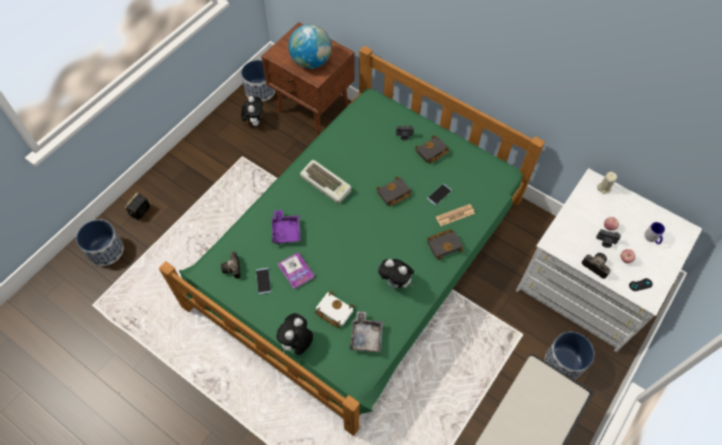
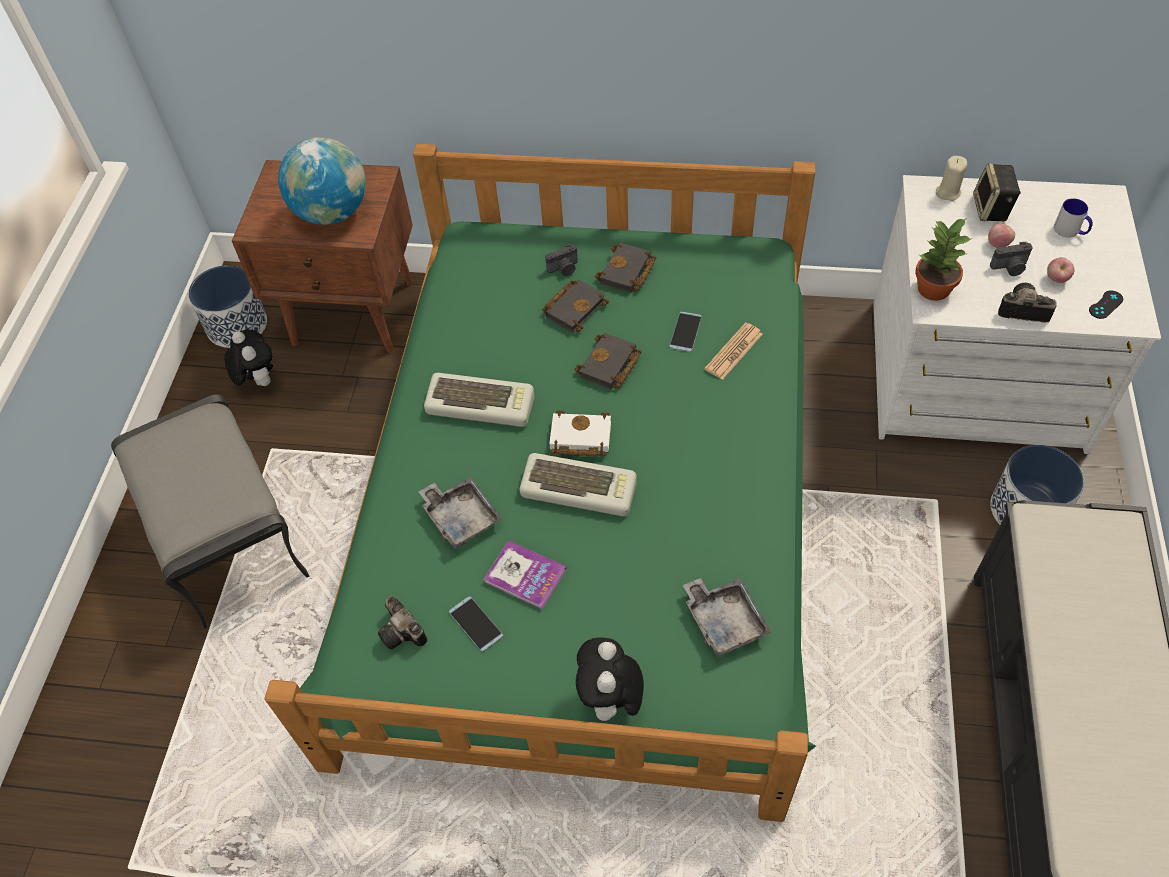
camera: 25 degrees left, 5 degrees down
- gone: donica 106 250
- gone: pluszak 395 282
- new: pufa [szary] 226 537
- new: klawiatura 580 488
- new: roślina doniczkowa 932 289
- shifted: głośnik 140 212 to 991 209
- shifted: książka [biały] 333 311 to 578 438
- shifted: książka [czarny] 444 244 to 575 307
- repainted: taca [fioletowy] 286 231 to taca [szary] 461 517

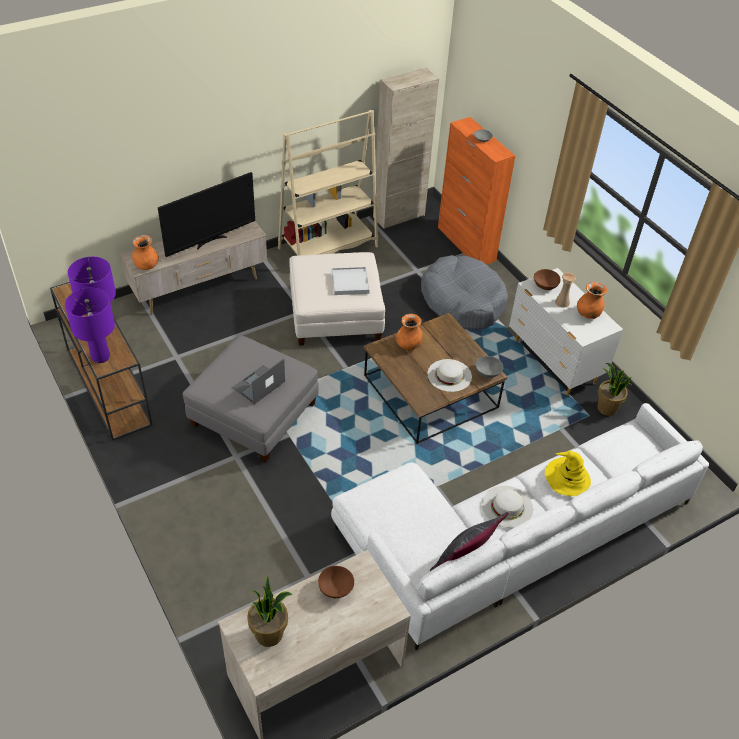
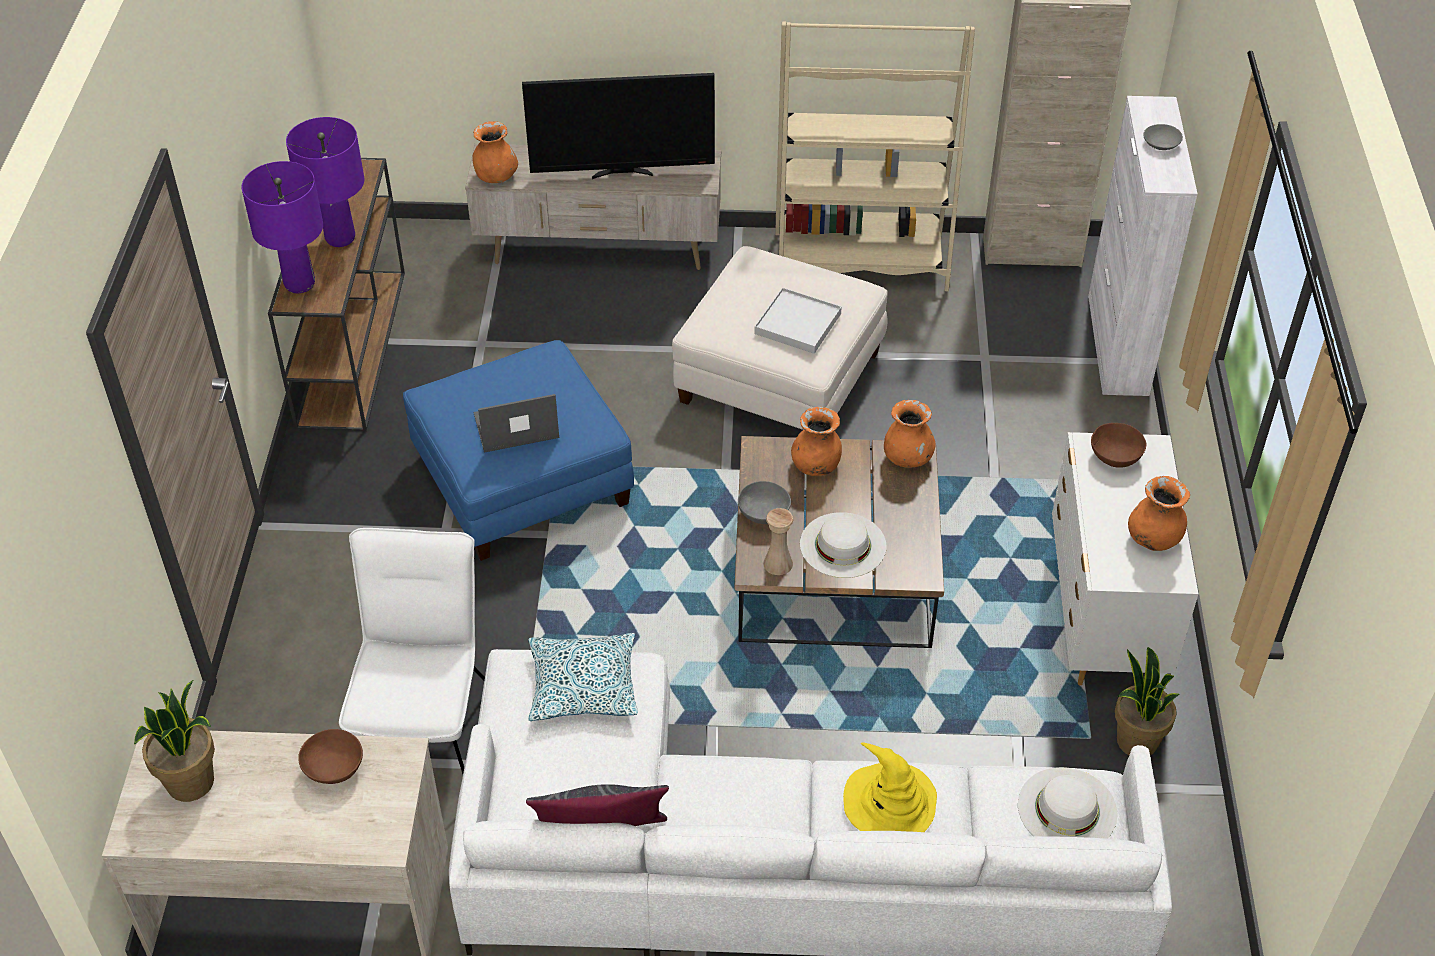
camera: 35 degrees right, 0 degrees up
- gone: legowisko [szary] 462 301
- new: krzesło [biały] 426 728
- new: poduszka 583 686
- new: wazon [pomarańczowy] 907 458
- shifted: miska [szary] 487 373 to 763 514
- shifted: kapelusz [biały] 507 506 to 1067 809
- shifted: wazon [beżowy] 562 302 to 778 563
- repainted: pufa [szary] 254 414 to pufa [niebieski] 522 480
- repainted: szafka [pomarańczowy] 466 244 to szafka [biały] 1117 345

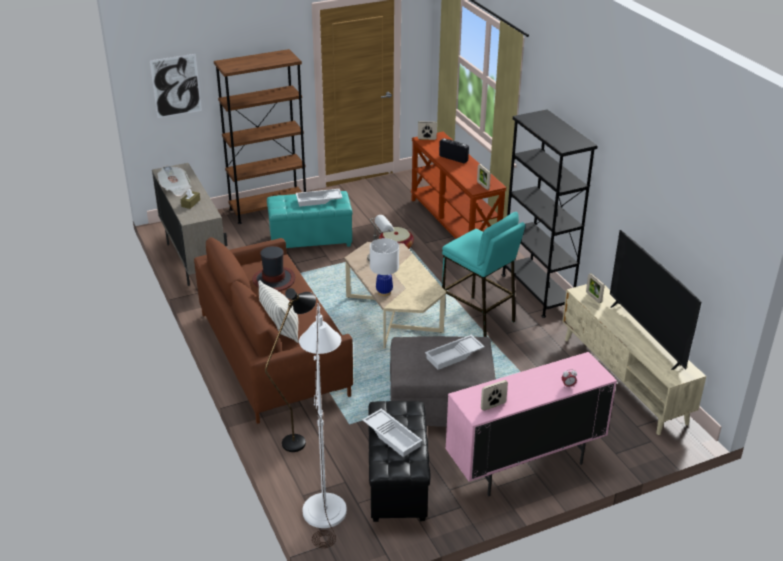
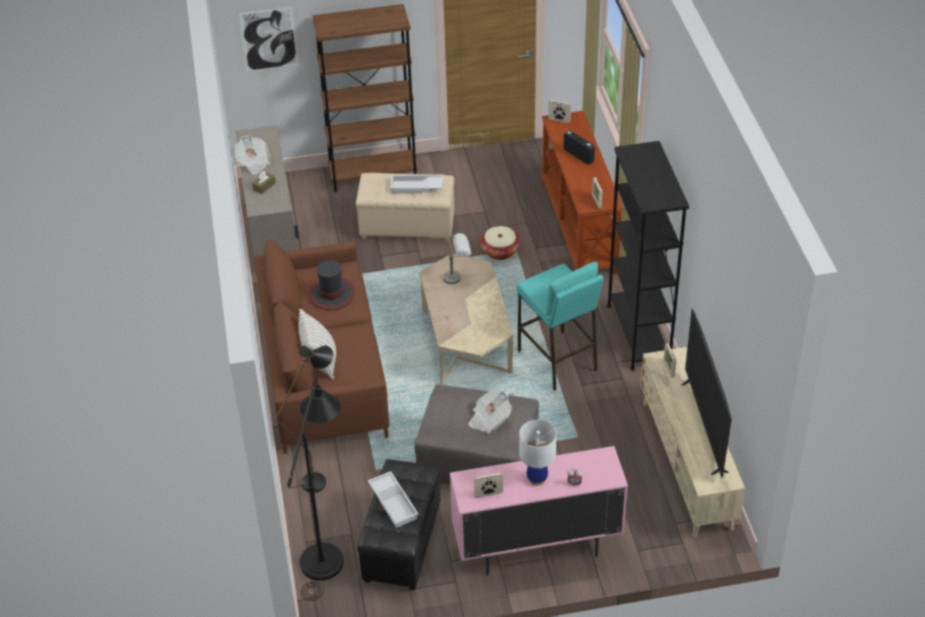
camera: 15 degrees right, 10 degrees up
- shifted: lampa stołowa [biały] 384 292 to 537 478
- swapped: taca [biały] 454 356 to gazeta 489 419
- repainted: pufa [turkusowy] 310 240 to pufa [beżowy] 407 226
- repainted: lampa stojąca [biały] 325 501 to lampa stojąca [czarny] 325 552

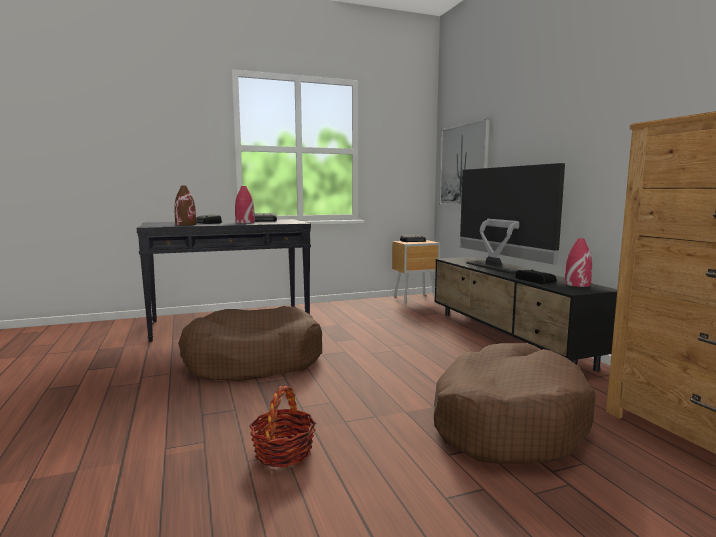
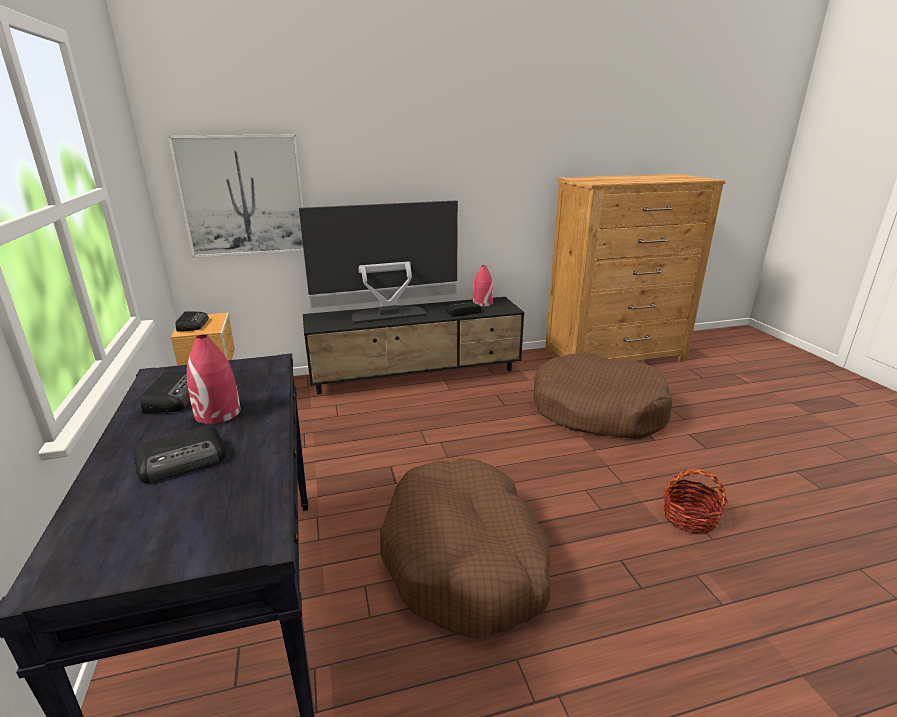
camera: 85 degrees left, 15 degrees up
- gone: wazon [brązowy] 186 224

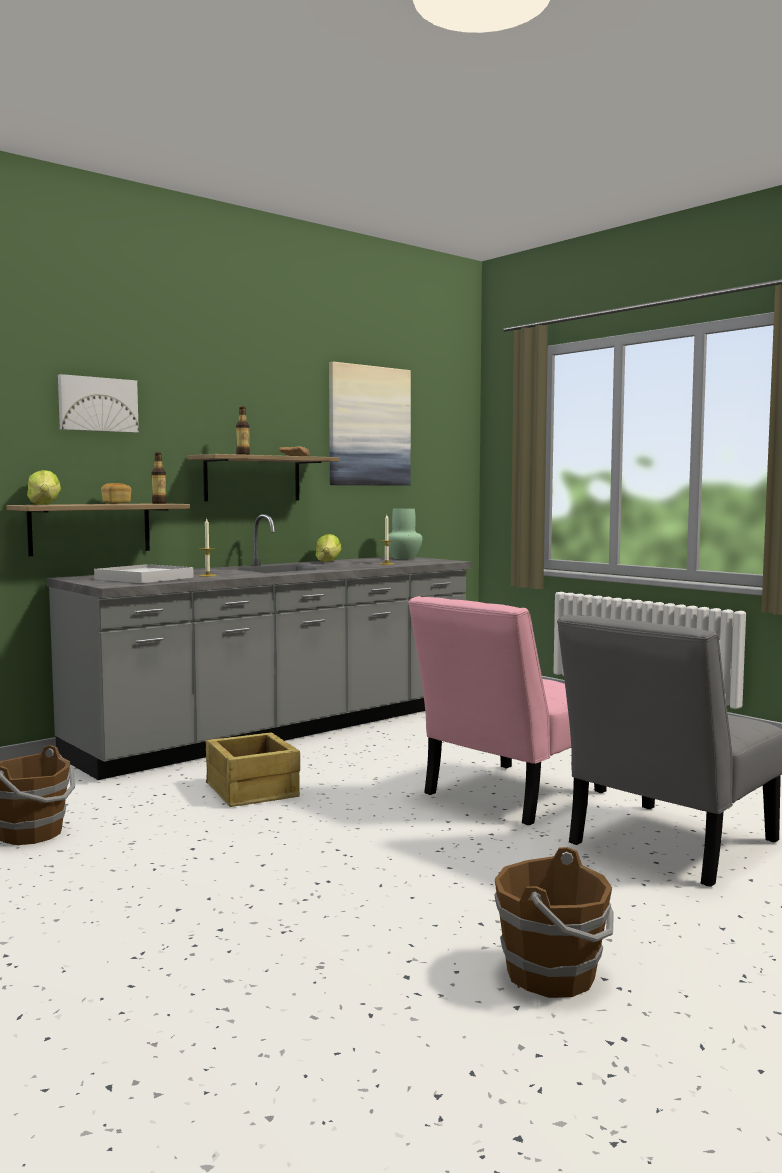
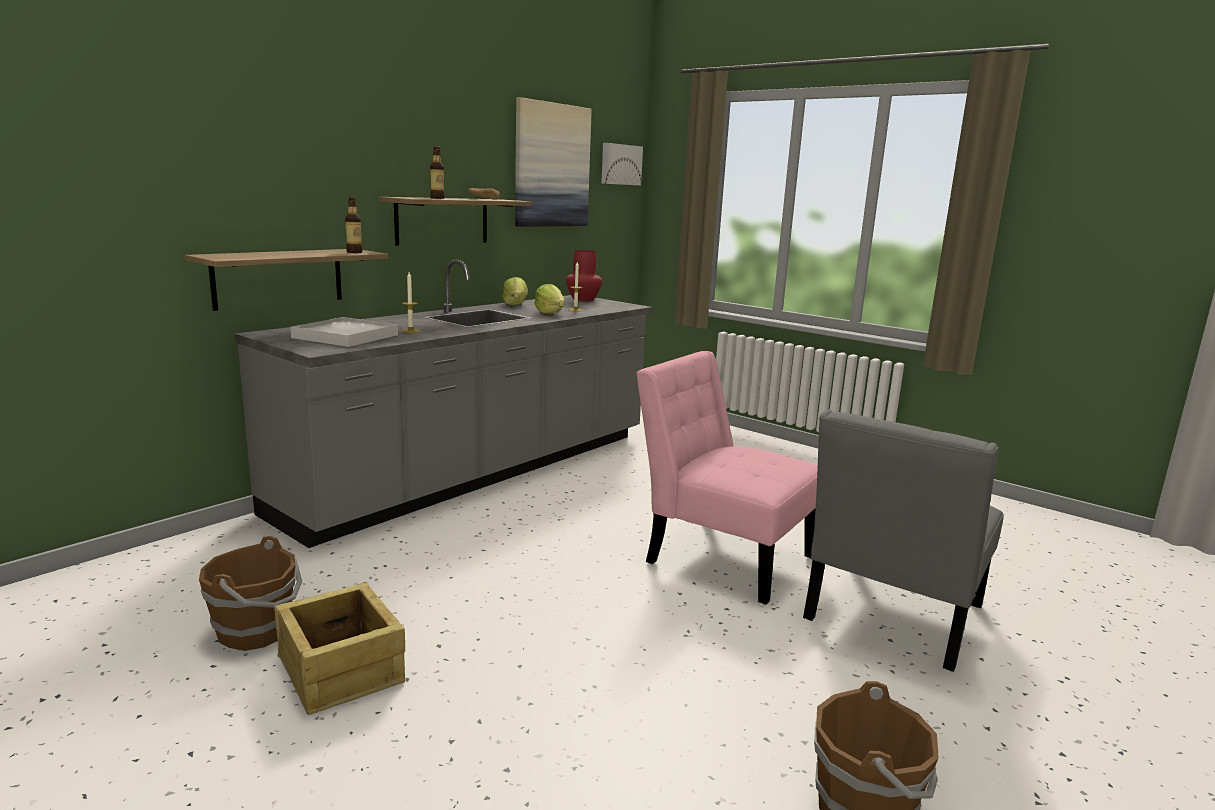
camera: 10 degrees left, 10 degrees up
- gone: chleb 116 503
- shifted: sałata 45 504 to 550 313
- shifted: obraz 97 404 to 620 164
- shifted: skrzynka 251 791 to 340 671
- repainted: wazon [zielony] 404 558 to wazon [czerwony] 583 299
- rotated: krzesło [różowy] 508 796 = 722 556 90 degrees clockwise

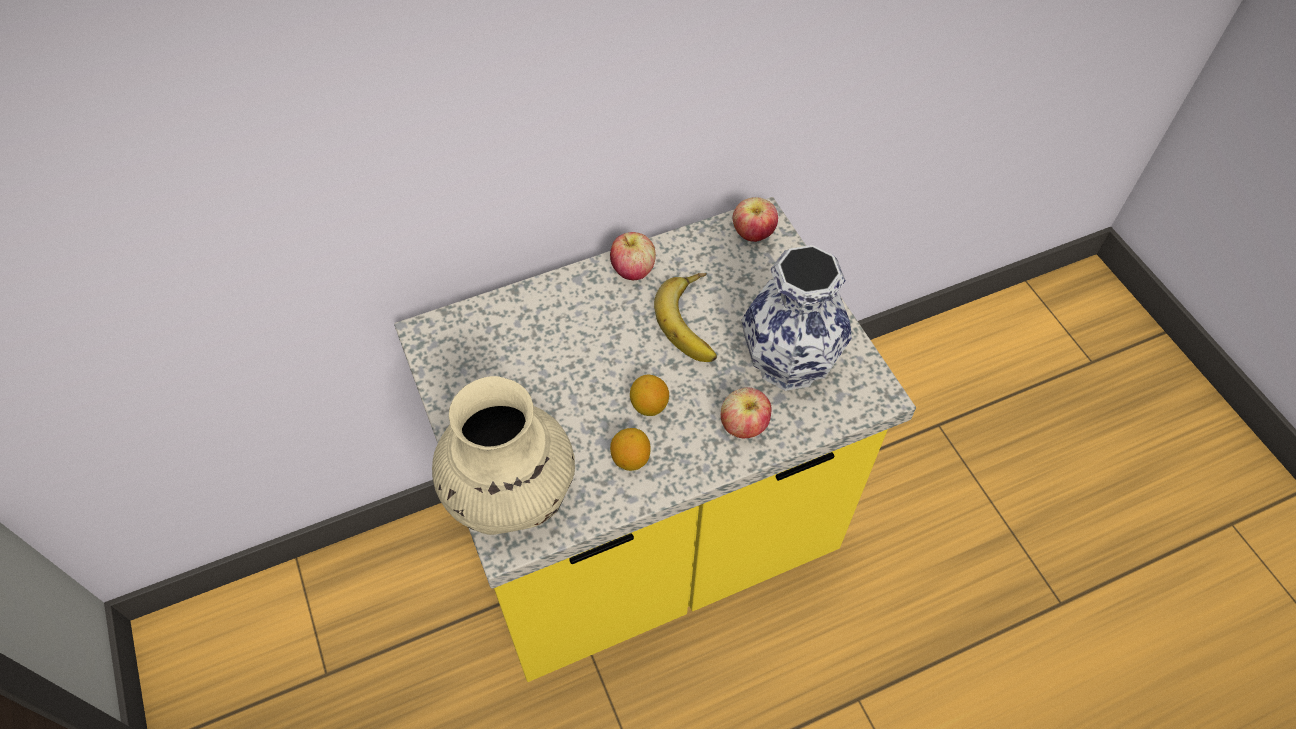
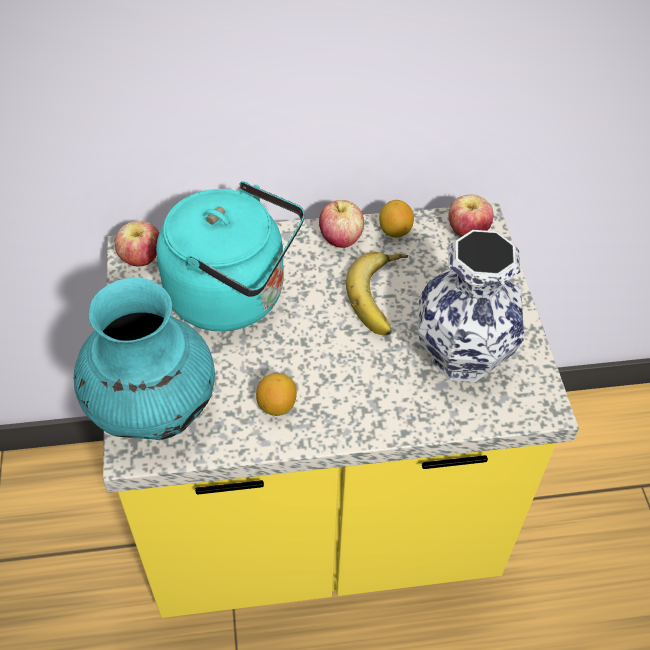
camera: 15 degrees right, 5 degrees down
- new: czajnik [turkusowy] 234 296
- shifted: cytryna 649 406 to 394 231
- shifted: jabłko 743 426 to 141 259
- repainted: wazon [beżowy] 510 495 to wazon [turkusowy] 152 410

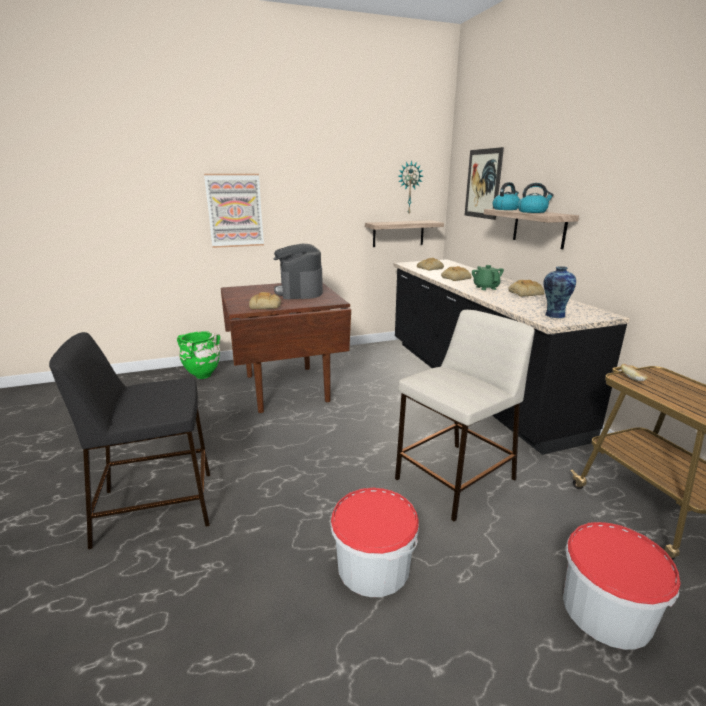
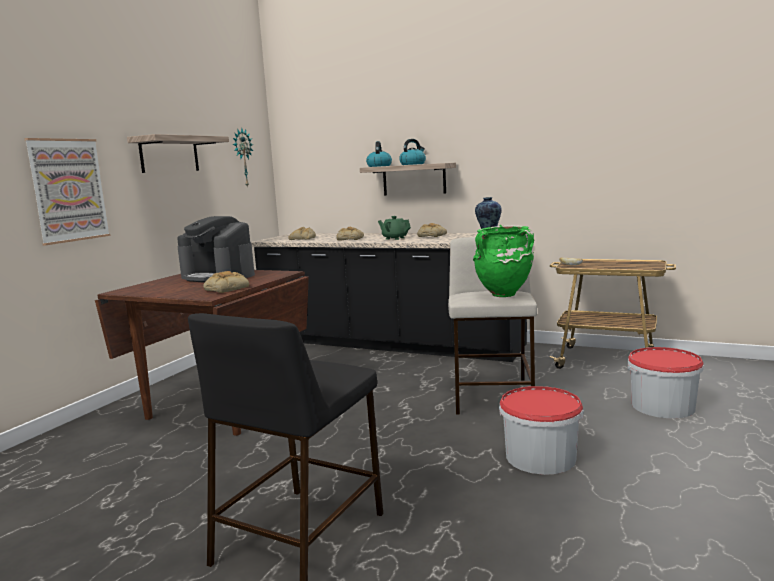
camera: 45 degrees left, 10 degrees down
- gone: obraz 483 184
- shifted: wazon [zielony] 202 376 to 504 295
- shifted: półka 398 233 to 169 154

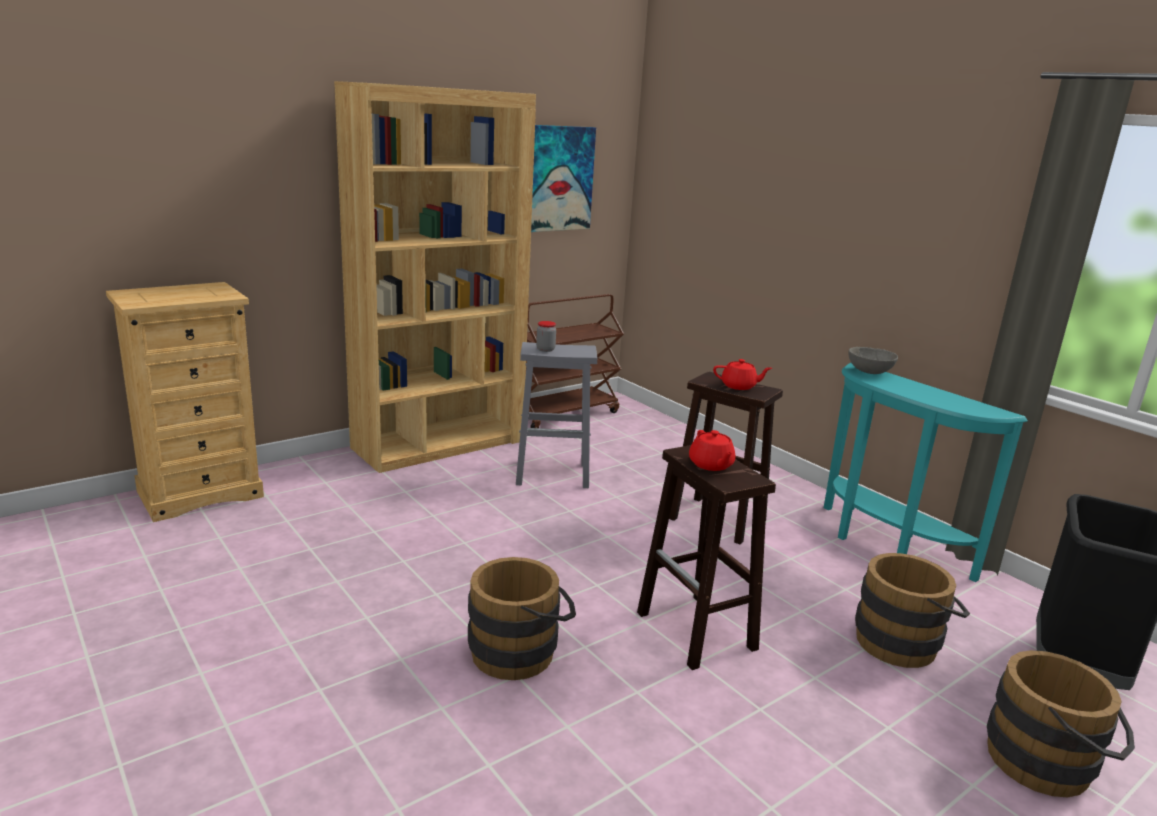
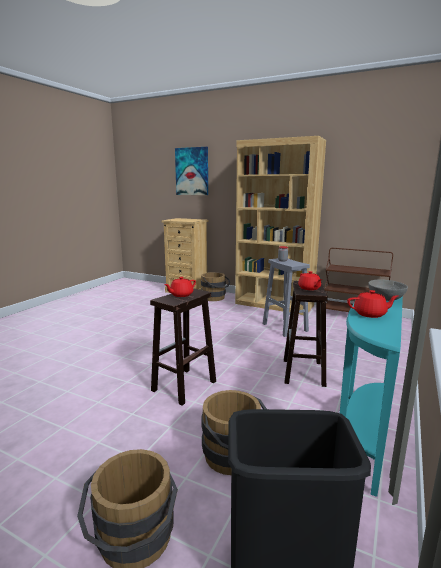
camera: 65 degrees right, 5 degrees down
- new: imbryk [czerwony] 370 314
- shifted: wiadro [brązowy] 520 651 to 215 298
- shifted: obraz 557 178 to 192 171

